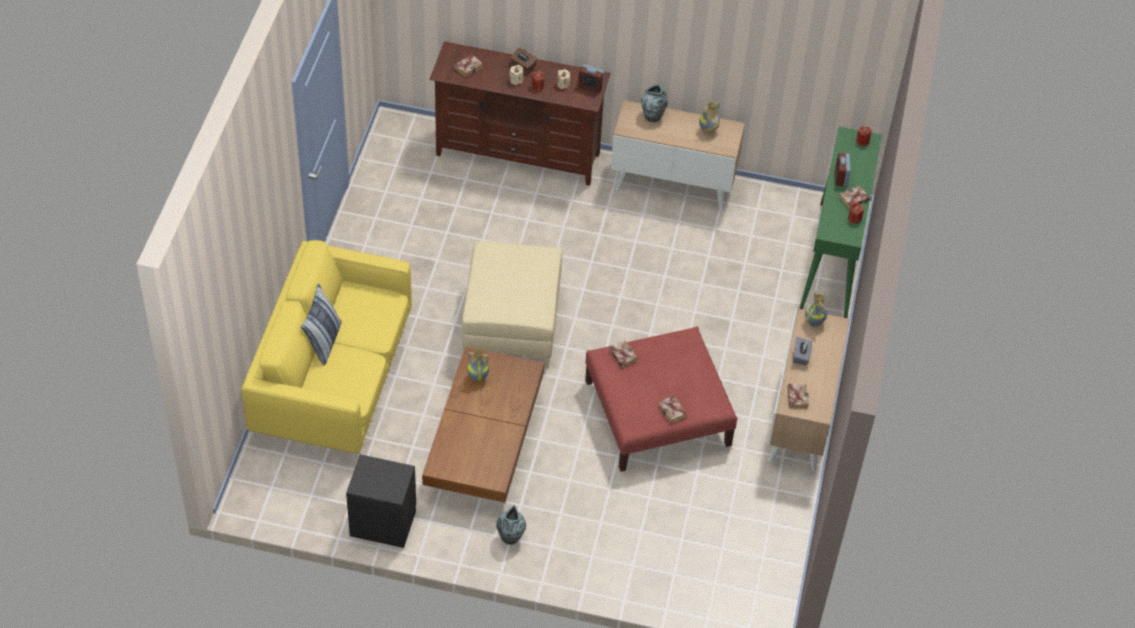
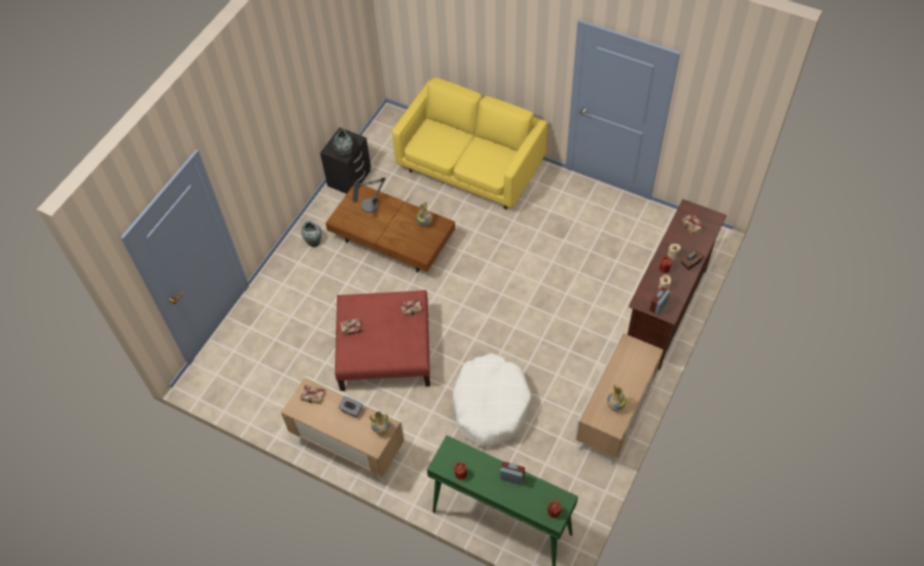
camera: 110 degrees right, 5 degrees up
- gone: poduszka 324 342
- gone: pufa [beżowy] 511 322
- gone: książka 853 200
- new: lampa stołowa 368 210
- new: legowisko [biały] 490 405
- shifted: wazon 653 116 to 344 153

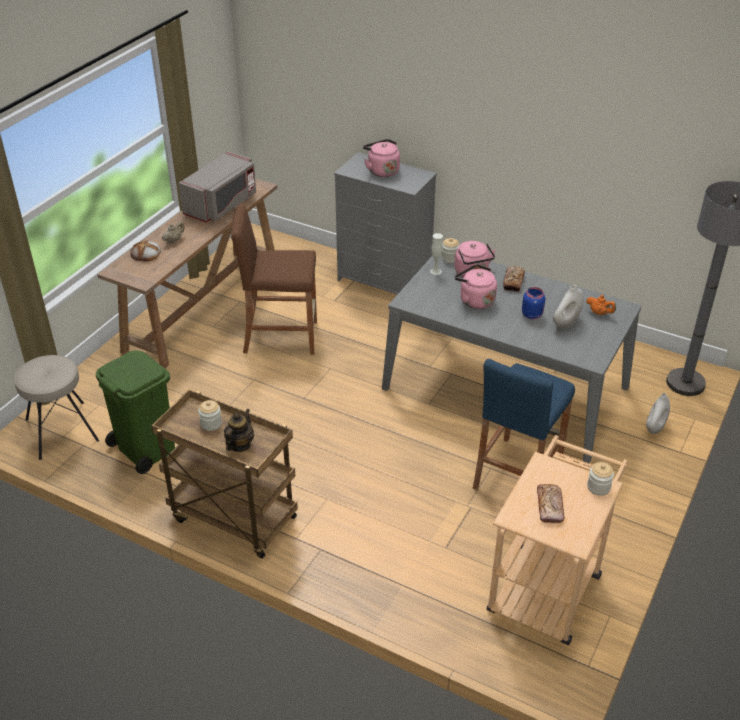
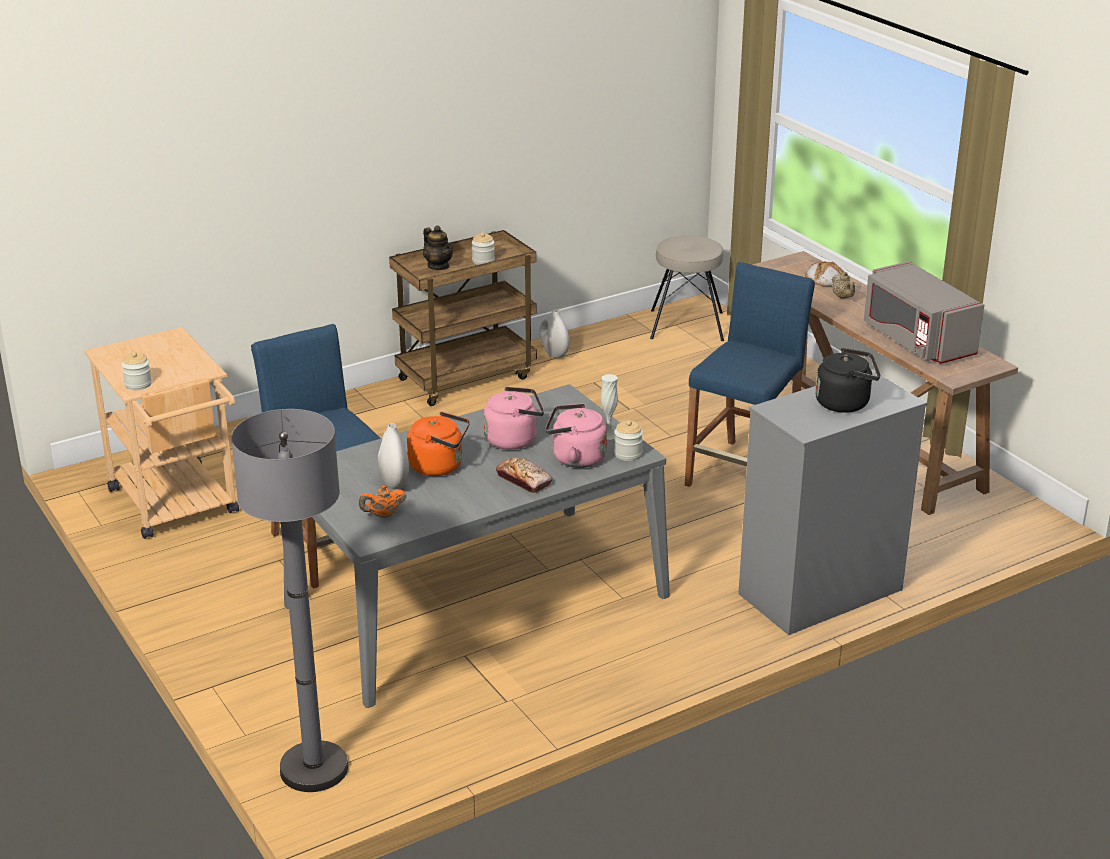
camera: 120 degrees right, 10 degrees down
- gone: kosz na śmieci [zielony] 145 448
- gone: chleb 549 507
- shifted: wazon [biały] 655 428 to 554 354
- swapped: słoik [niebieski] 532 314 to czajnik [pomarańczowy] 440 466
- repainted: stołek [brązowy] 281 337 to stołek [niebieski] 743 473
- repainted: czajnik [różowy] 382 170 to czajnik [czarny] 845 403

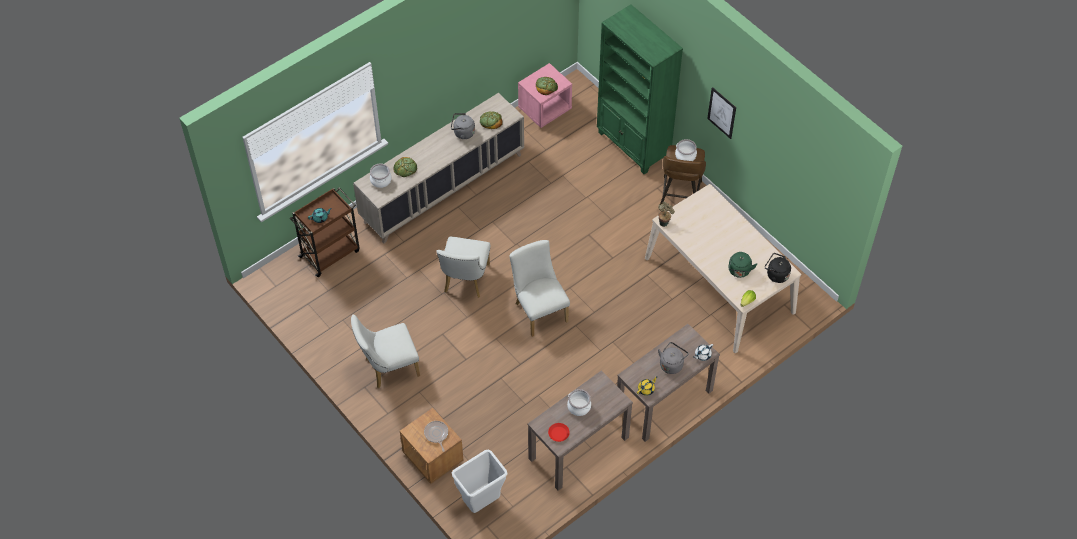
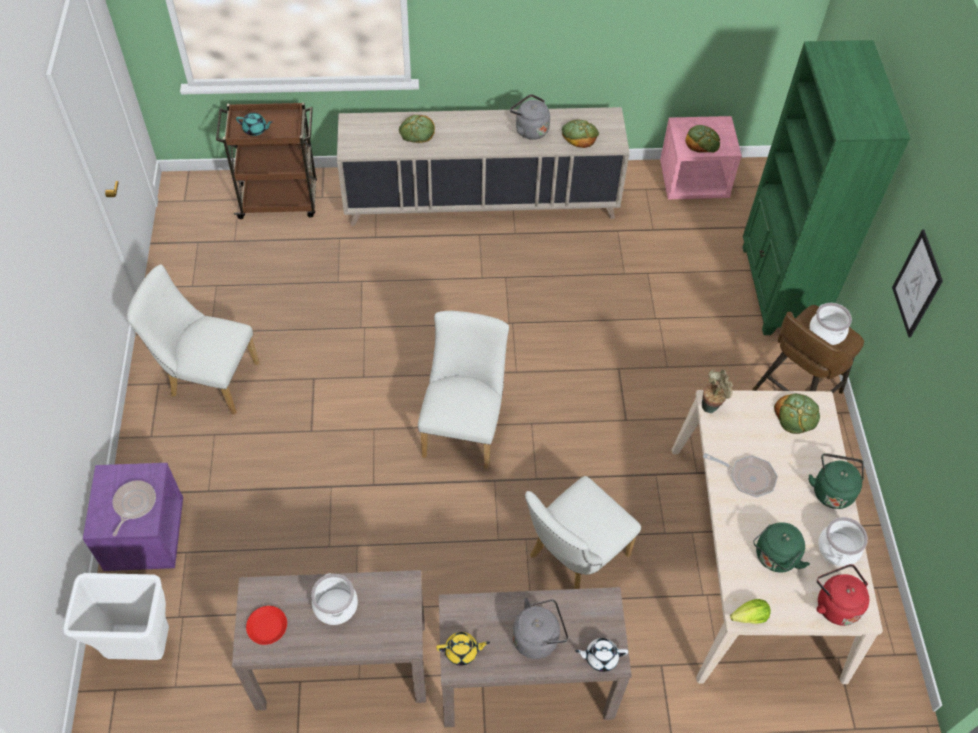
camera: 35 degrees right, 0 degrees up
- new: patelnia 747 477
- new: chleb 796 415
- new: czajnik [zielony] 832 490
- shifted: garnek 381 180 to 838 549
- shifted: krzesło [biały] 465 281 to 573 559
- repainted: szafka nocna [brązowy] 432 457 to szafka nocna [fioletowy] 145 535
- repainted: czajnik [czarny] 776 275 to czajnik [czerwony] 835 604

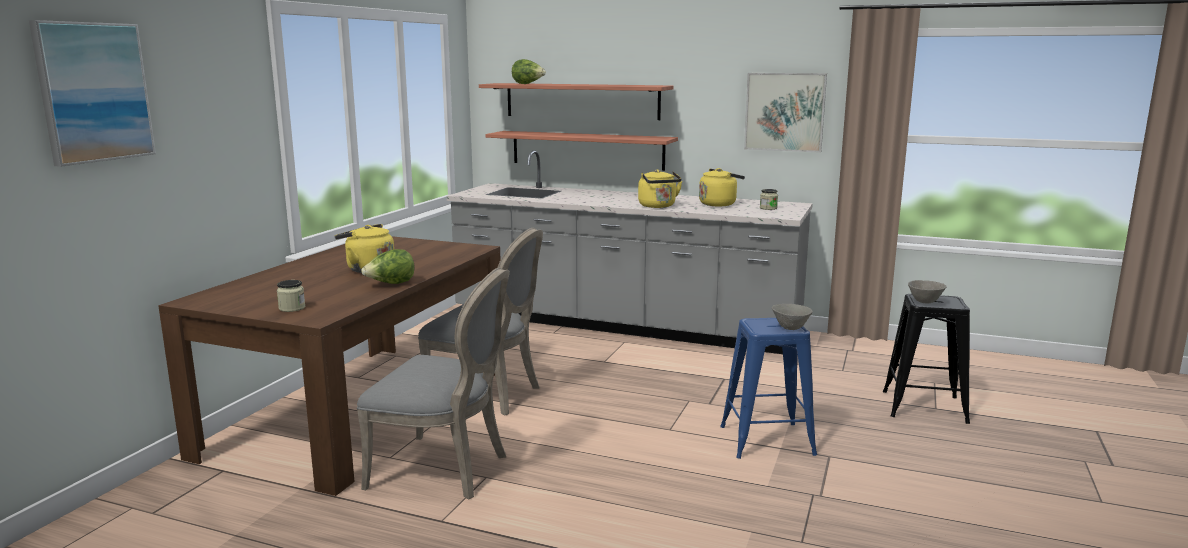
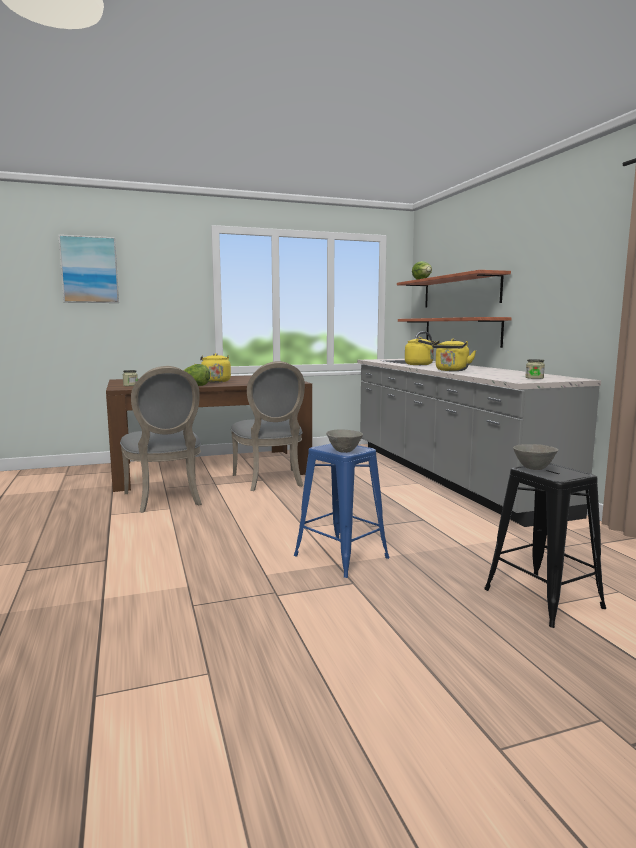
camera: 50 degrees right, 5 degrees down
- gone: obraz 784 112
- shifted: czajnik [żółty] 719 204 to 421 364

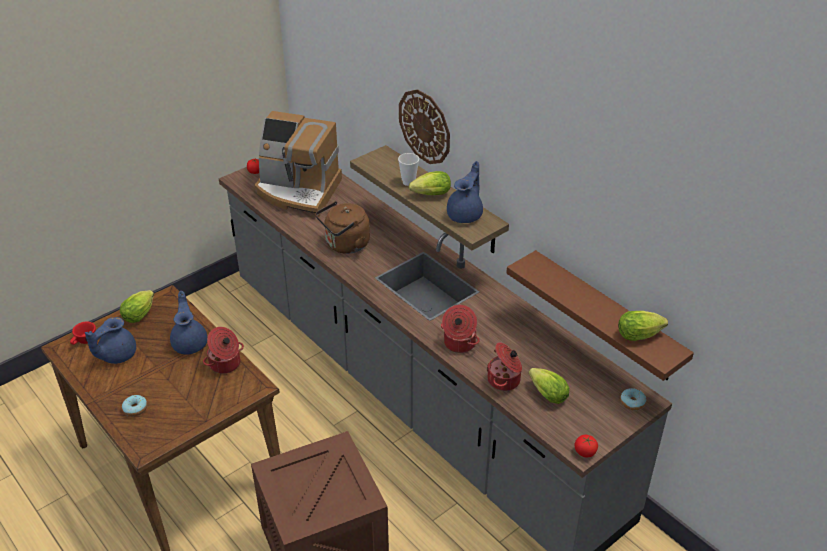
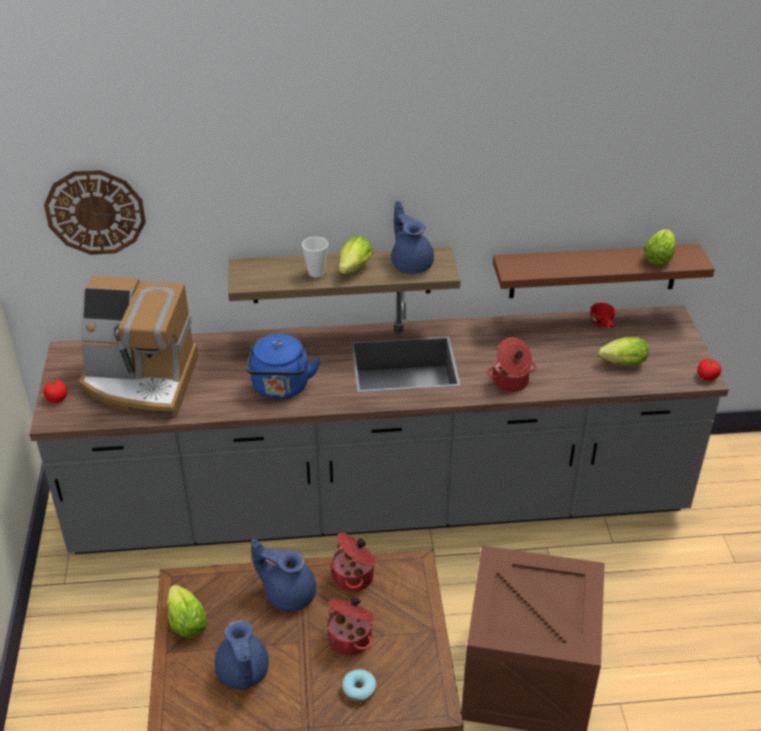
camera: 55 degrees left, 0 degrees up
- gone: donut 632 403
- shifted: filiżanka [czerwony] 84 341 to 603 324
- shifted: zegar ścienny 425 126 to 95 212
- shifted: garnek 504 380 to 351 638
- repainted: czajnik [brązowy] 345 245 to czajnik [niebieski] 281 388
- rotated: ekspres do kawy 298 191 = 141 381 45 degrees clockwise

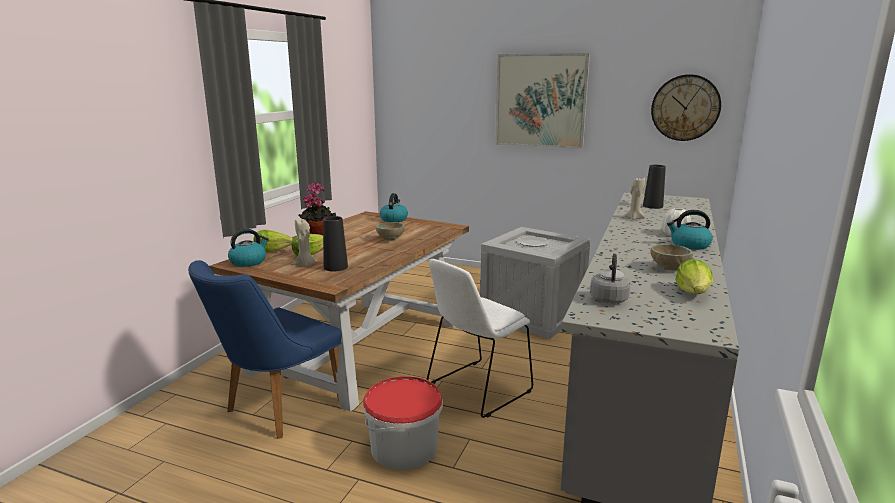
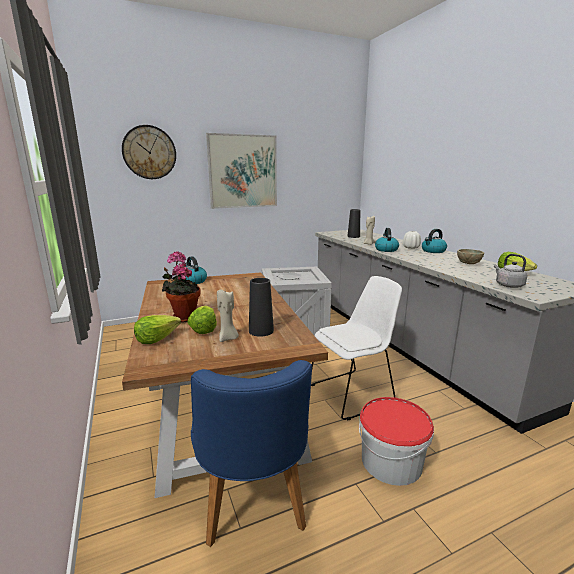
camera: 45 degrees left, 0 degrees up
- gone: miska [beżowy] 390 239
- shifted: czajnik 248 262 to 386 250
- shifted: zegar ścienny 685 108 to 149 152
- rotated: krzesło [biały] 476 389 = 352 393 120 degrees counterclockwise

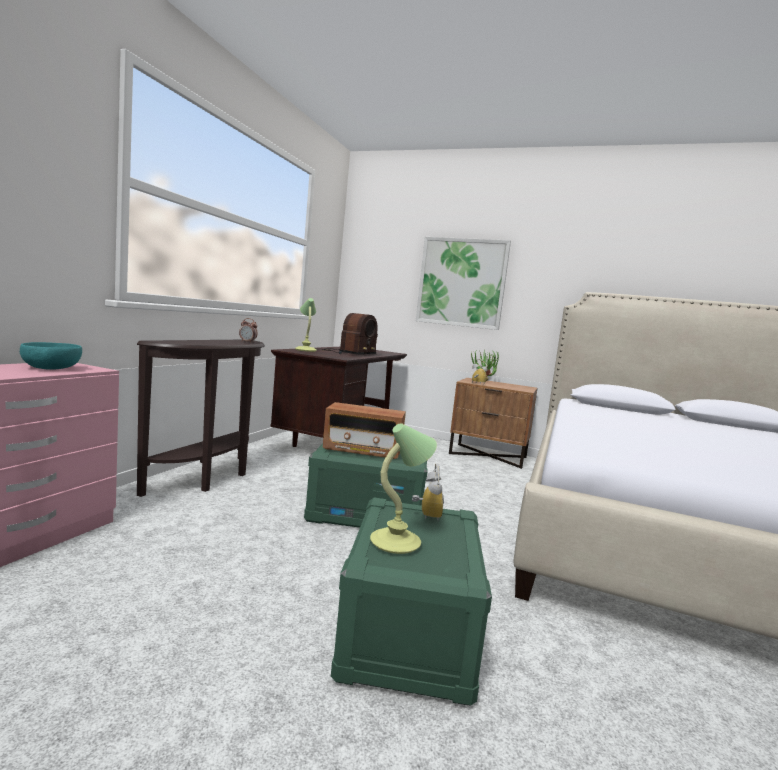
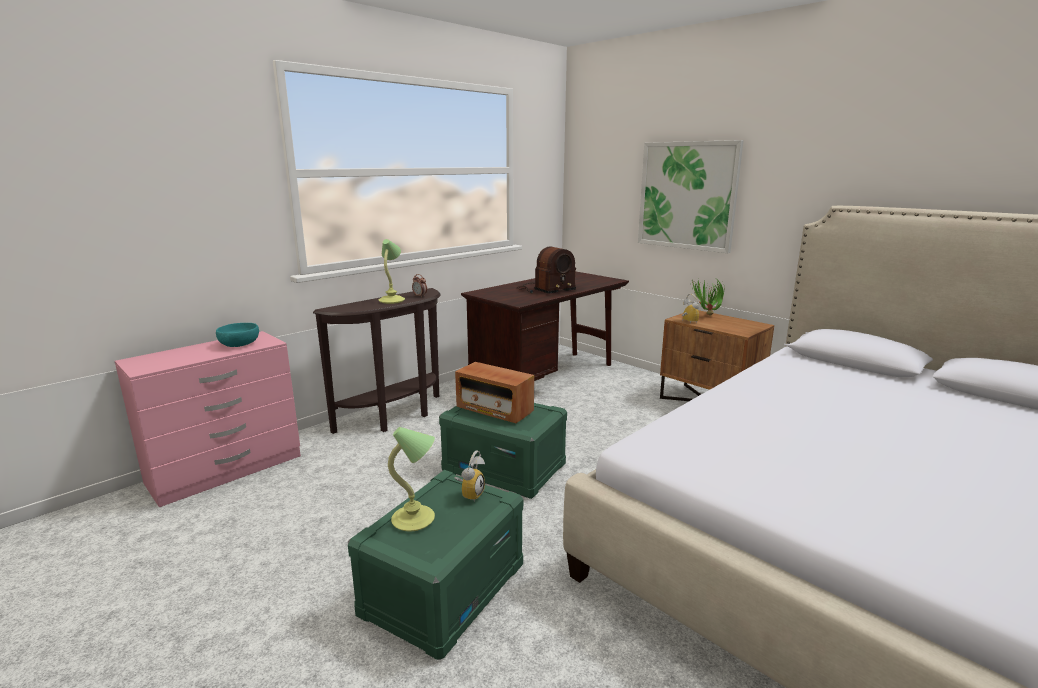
camera: 25 degrees right, 10 degrees up
- shifted: lampa stołowa 306 350 to 392 300

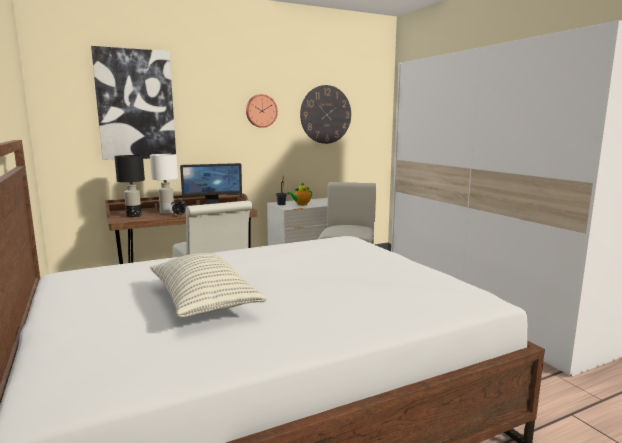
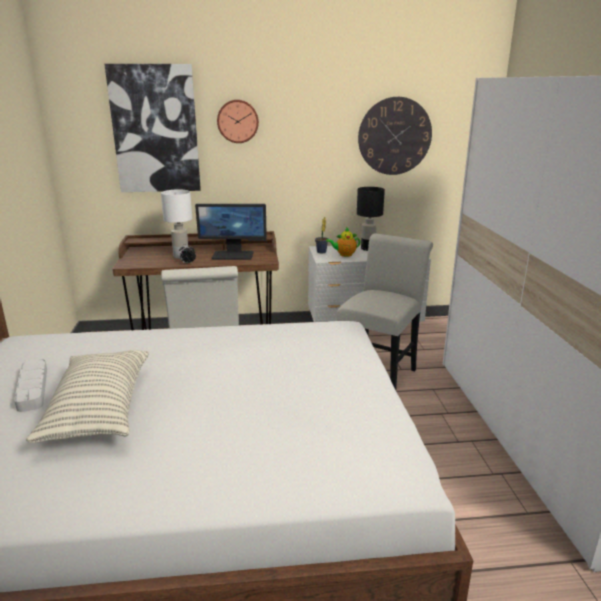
camera: 20 degrees right, 10 degrees up
- new: taca [szary] 32 388
- shifted: lampa stołowa [czarny] 133 216 to 367 249
- shifted: zegar ścienny 261 111 to 237 121

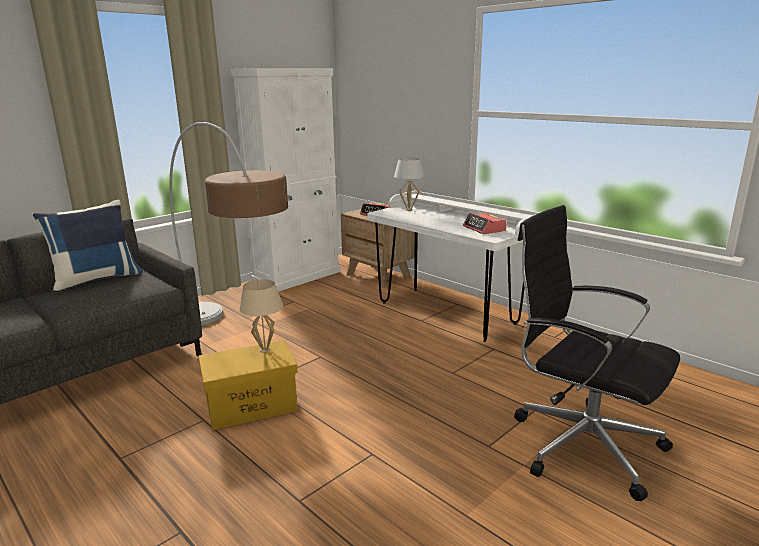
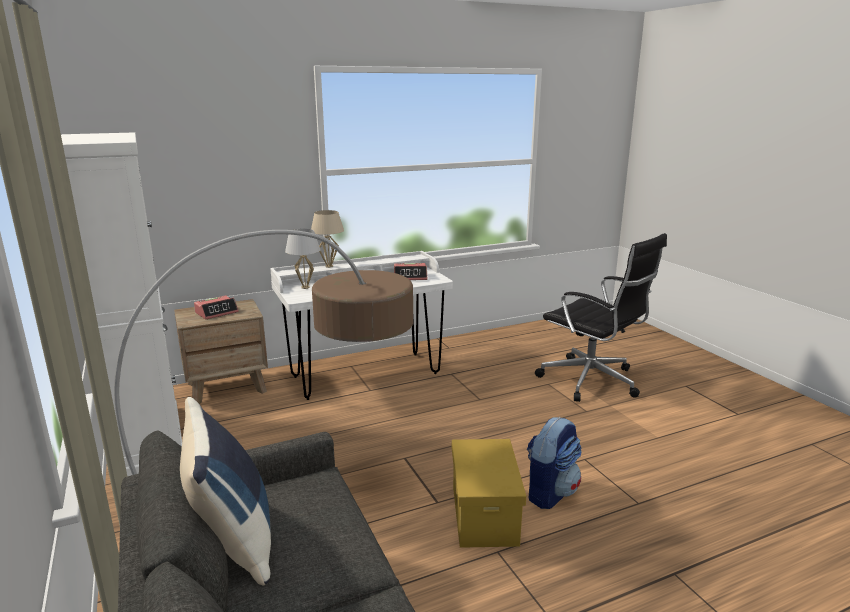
camera: 70 degrees left, 0 degrees up
- new: plecak 550 492
- shifted: lampa stołowa [beżowy] 265 350 to 329 266
- rotated: krzesło biurowe [czarny] 581 444 = 592 381 105 degrees counterclockwise

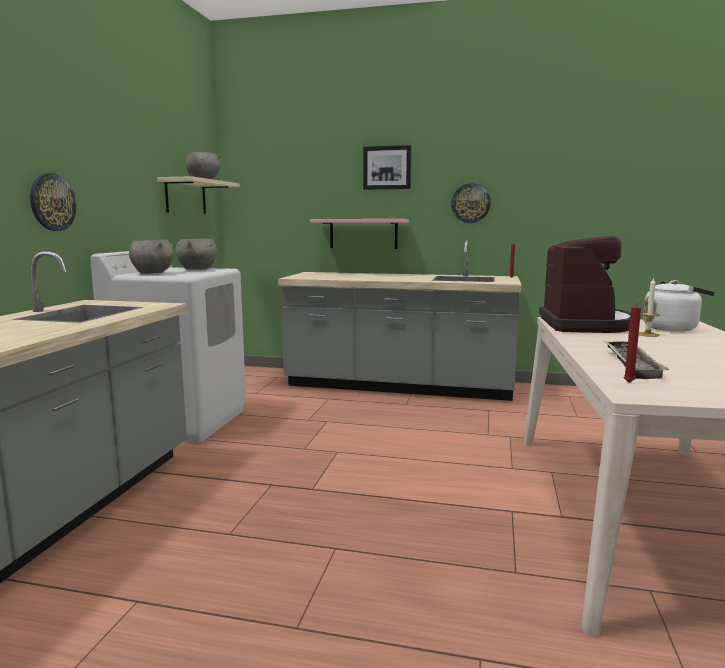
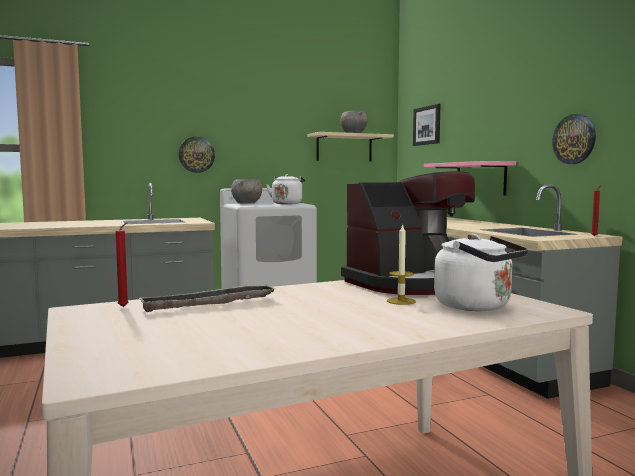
camera: 55 degrees right, 5 degrees down
- shifted: obraz 387 168 to 427 125
- swapped: miska [szary] 197 269 to czajnik [biały] 287 203

